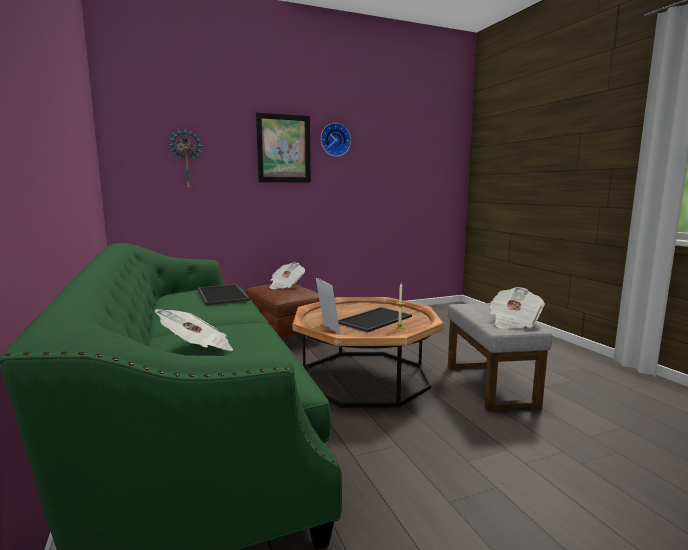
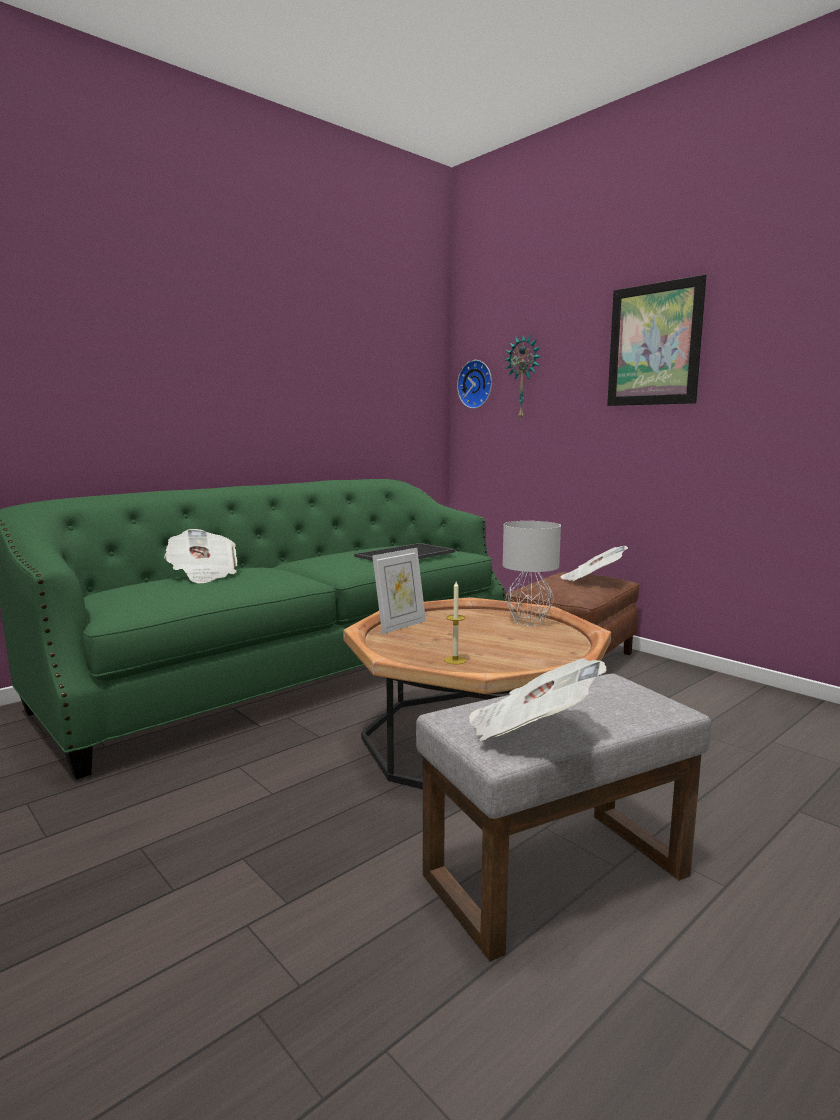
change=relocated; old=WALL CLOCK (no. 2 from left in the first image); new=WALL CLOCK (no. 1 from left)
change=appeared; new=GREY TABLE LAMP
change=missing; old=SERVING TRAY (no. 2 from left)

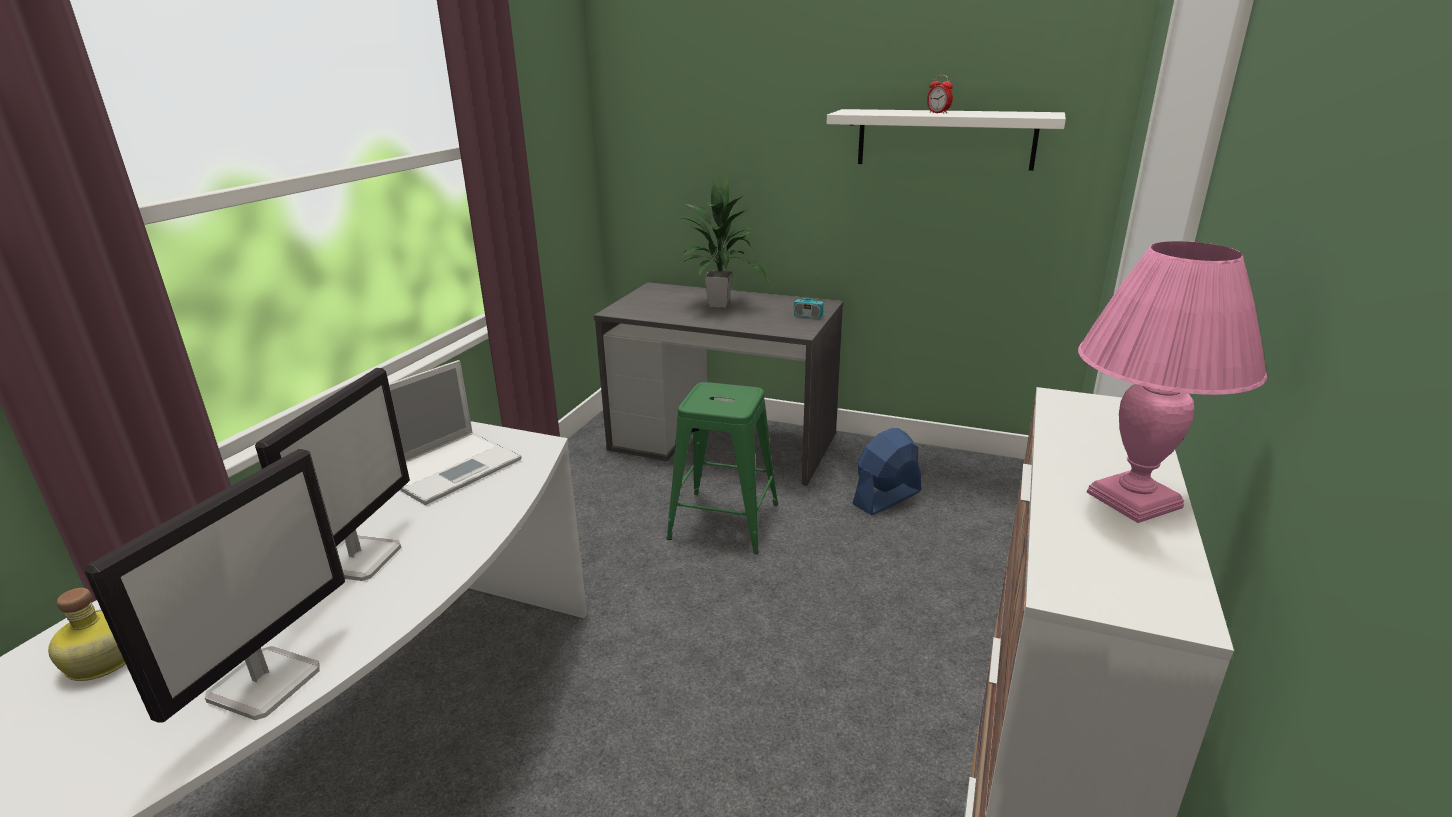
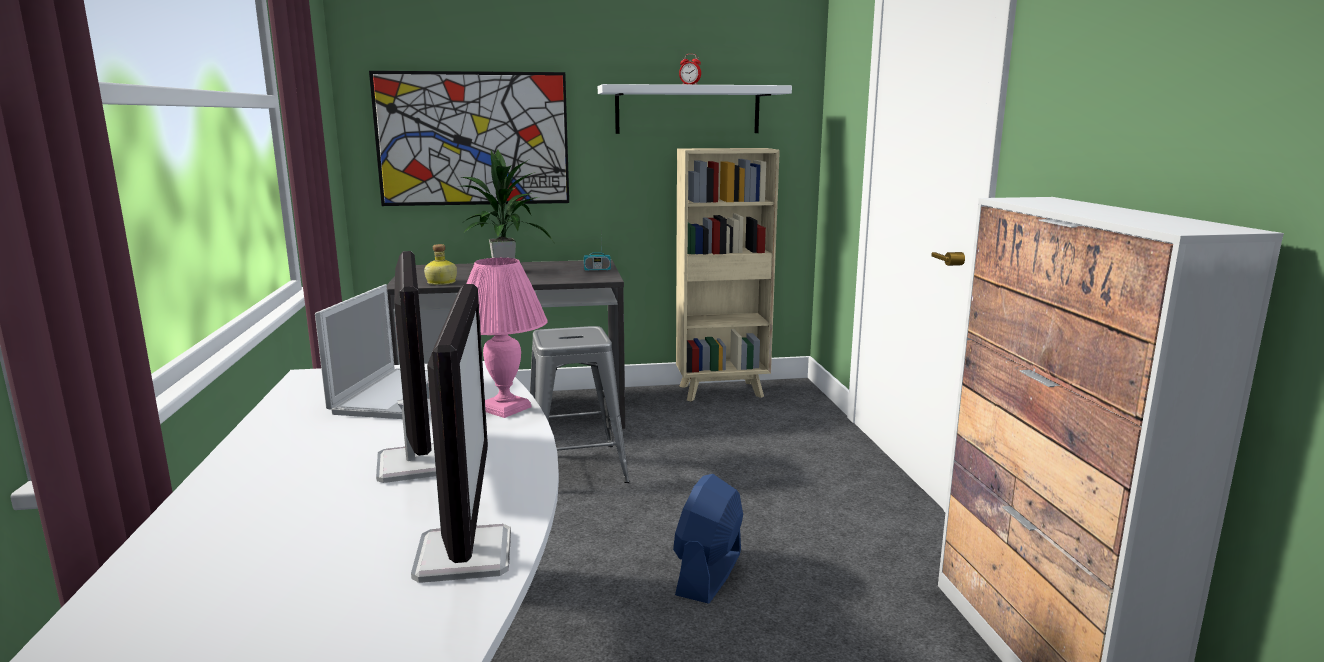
change=appeared; new=WALL ART
change=relocated; old=DRINK BOTTLE
change=relocated; old=PINKISH TABLE LAMP
change=colour; old=GREENISH SITTING STOOL; new=GREY SITTING STOOL
change=relocated; old=BLUE-COLOURED COOLING FAN
change=appeared; new=BEIGE BOOKSHELF

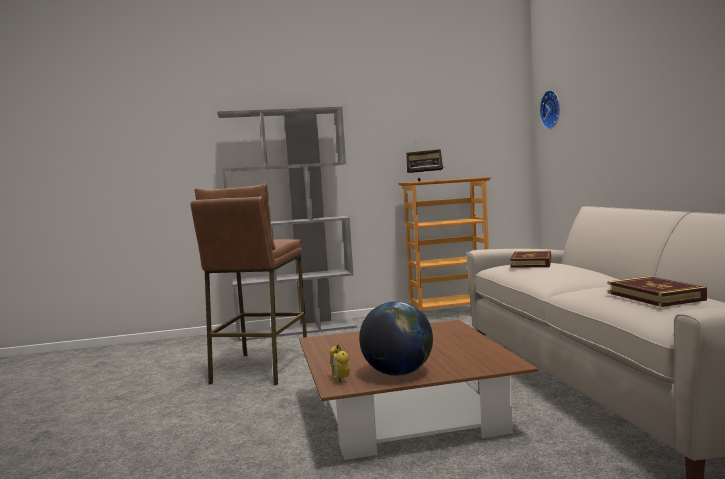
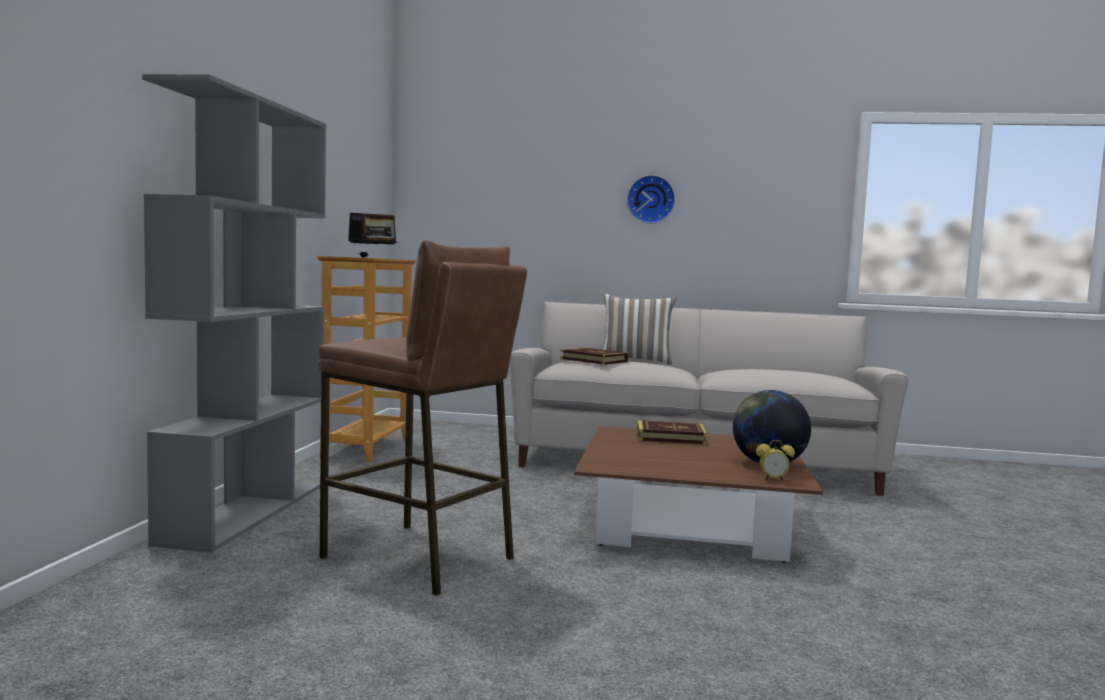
change=appeared; new=CUSHION
change=relocated; old=WALL CLOCK
change=relocated; old=BOOK (no. 2 from left)

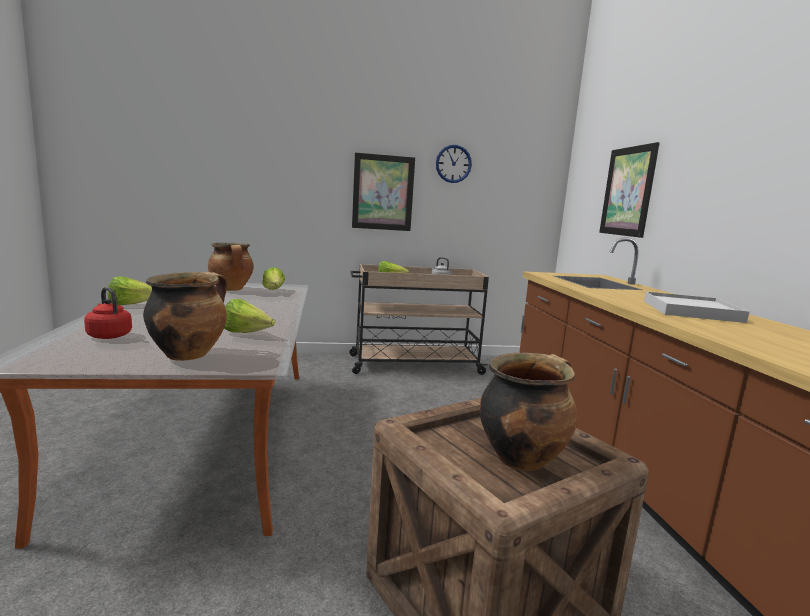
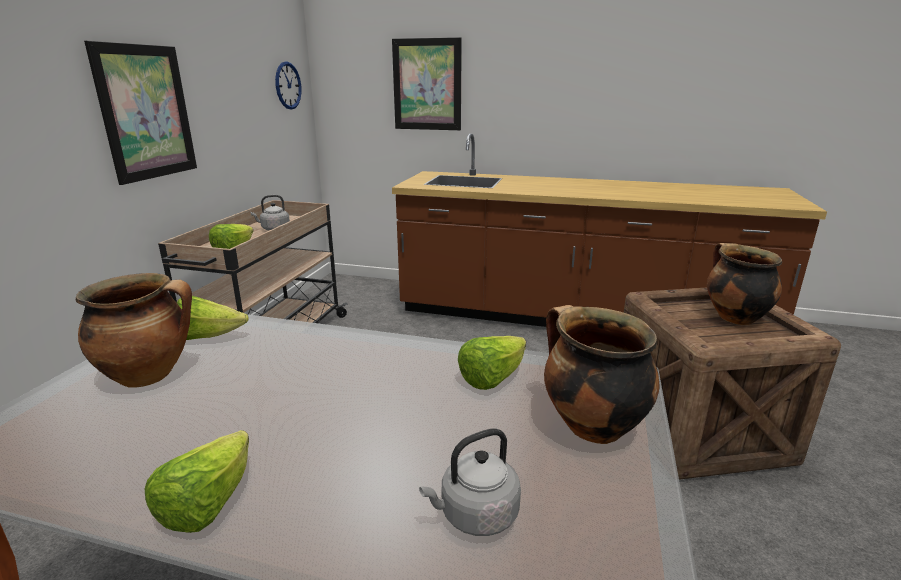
change=relocated; old=WALL CLOCK
change=colour; old=RED TEA KETTLE; new=GREY TEA KETTLE (no. 2 from left)
change=missing; old=WHITE SERVING TRAY

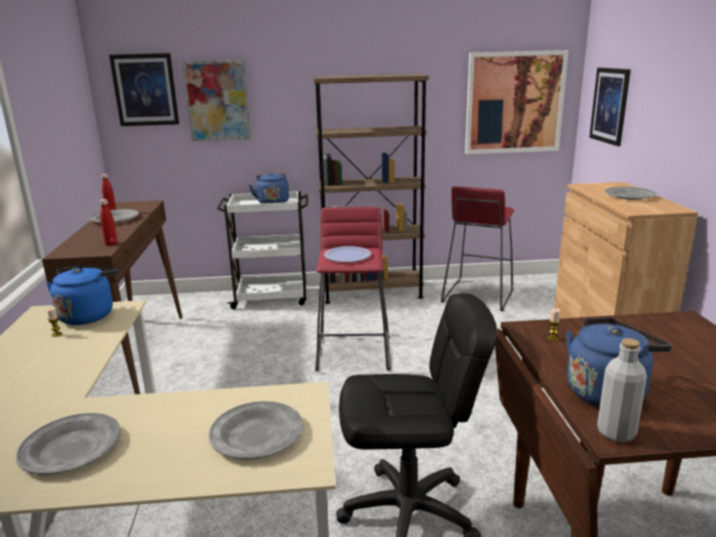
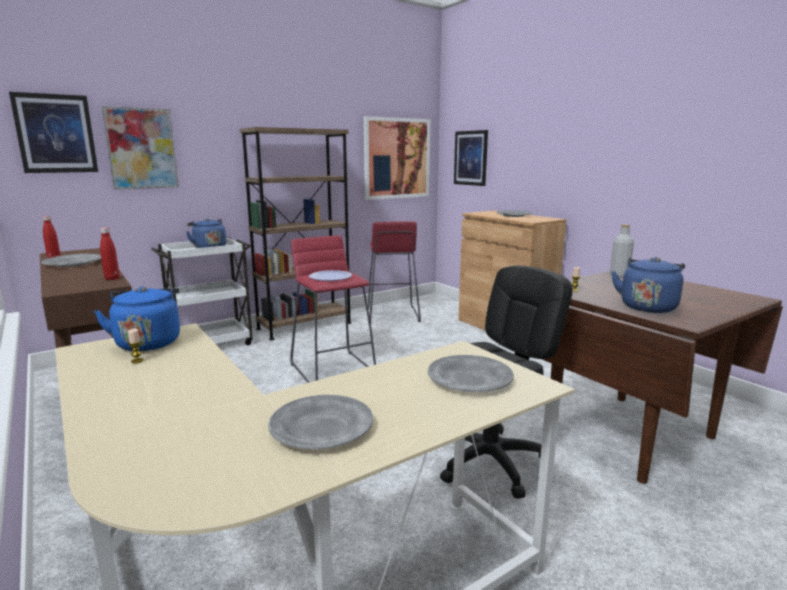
change=relocated; old=GREY DRINK BOTTLE

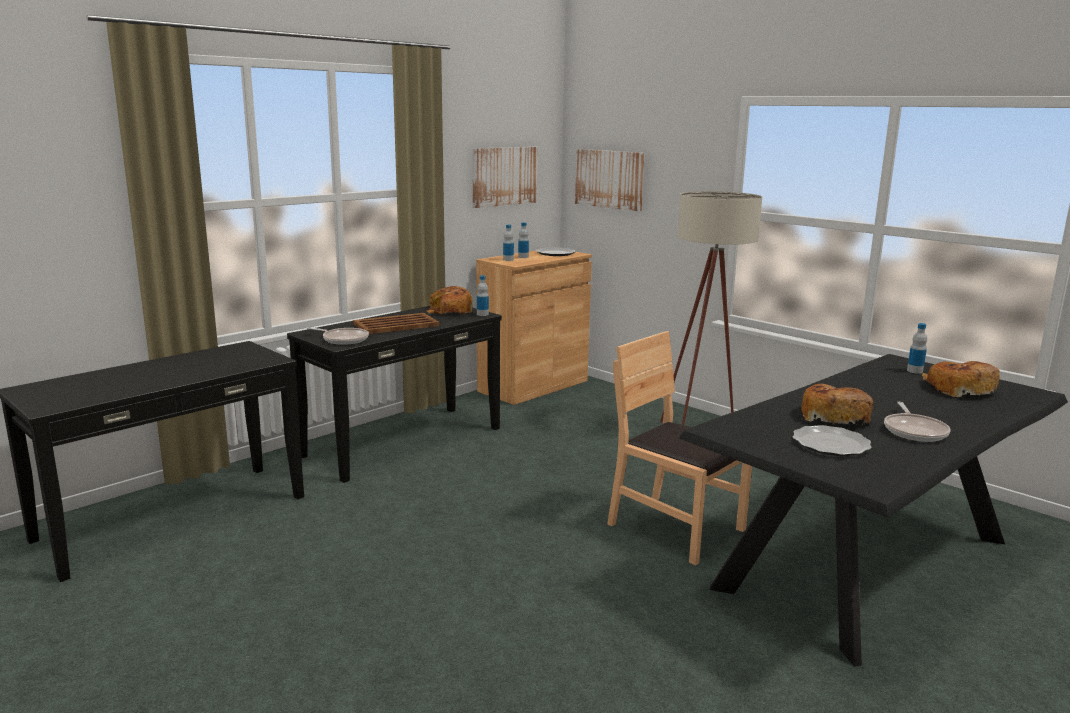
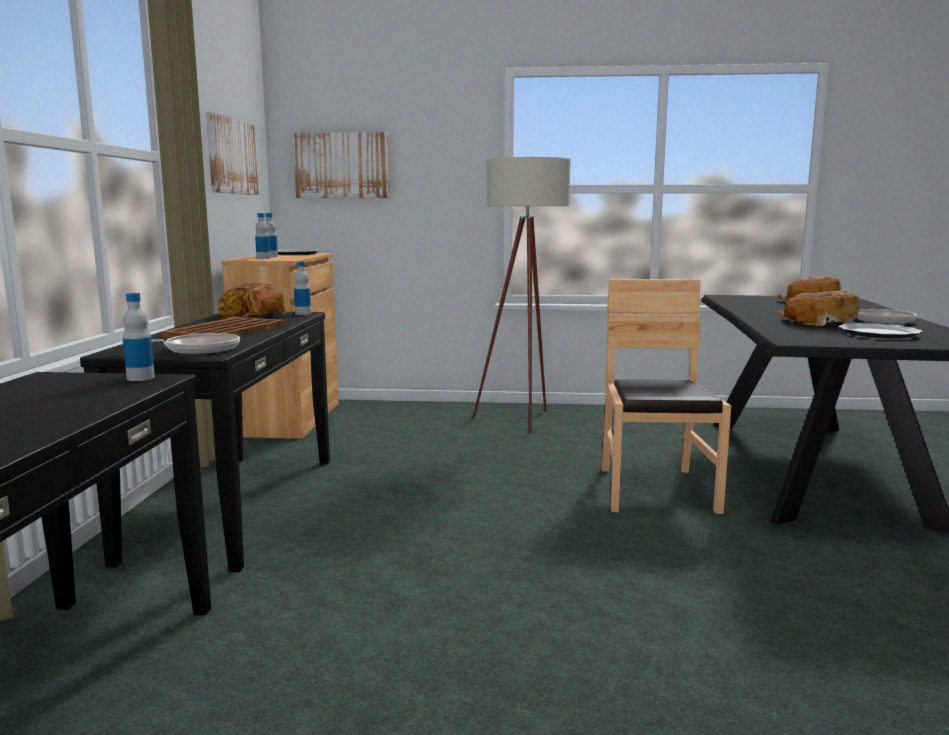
change=relocated; old=DRINK BOTTLE (no. 4 from left in the first image); new=DRINK BOTTLE (no. 1 from left)
change=spun; old=BROWN UPRIGHT CHAIR; degrees=90

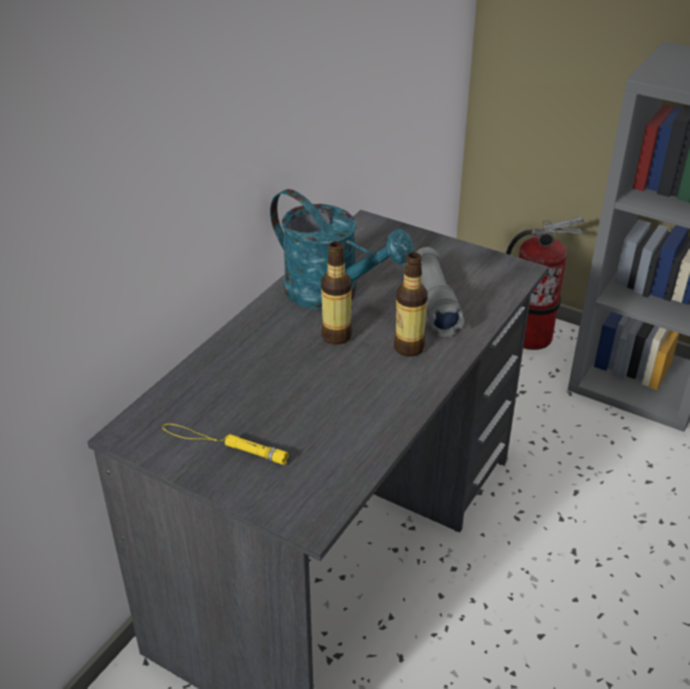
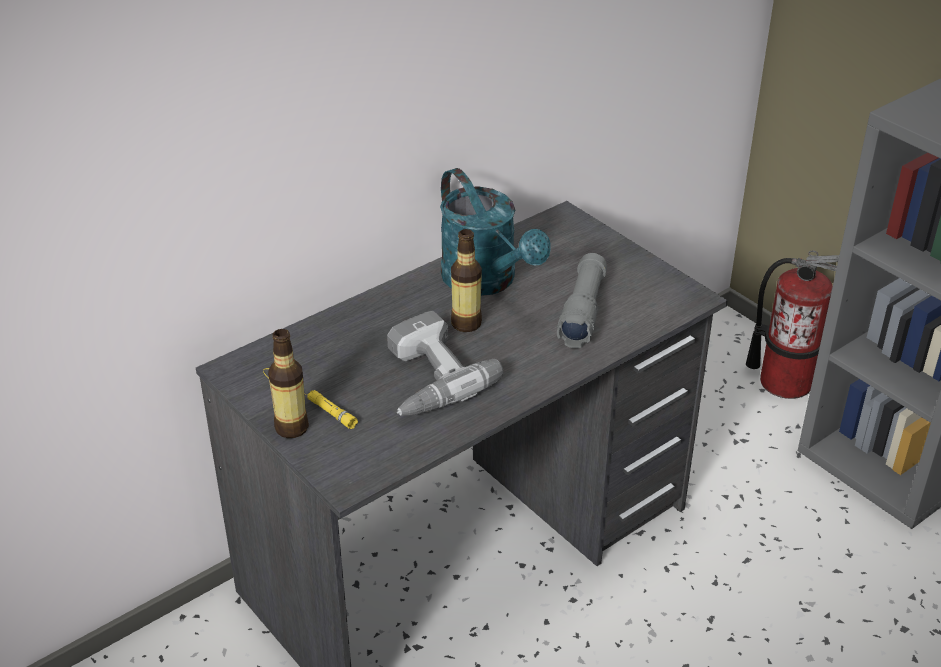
change=relocated; old=DRINK BOTTLE (no. 2 from left in the first image); new=DRINK BOTTLE (no. 1 from left)
change=appeared; new=DRILL

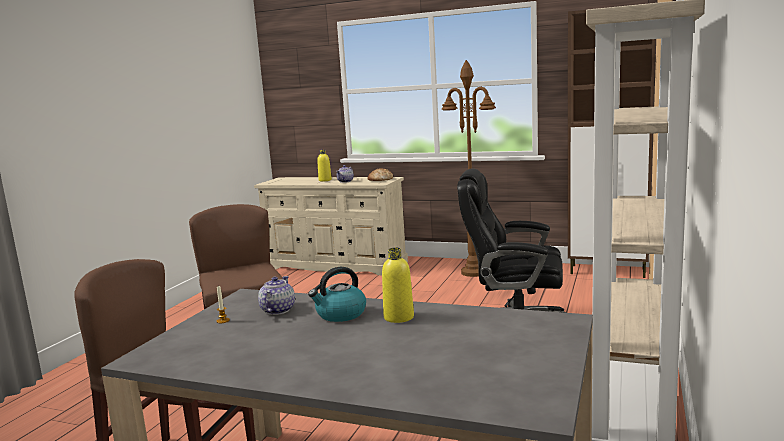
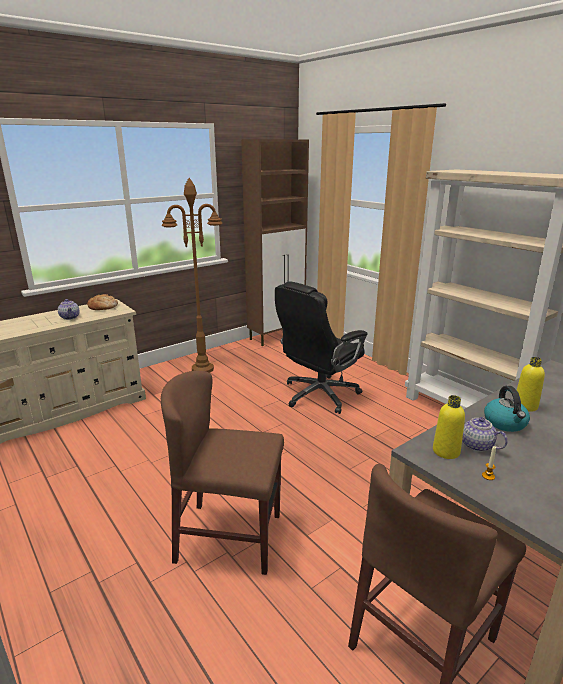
change=relocated; old=YELLOW-COLOURED DRINK BOTTLE (no. 1 from left)

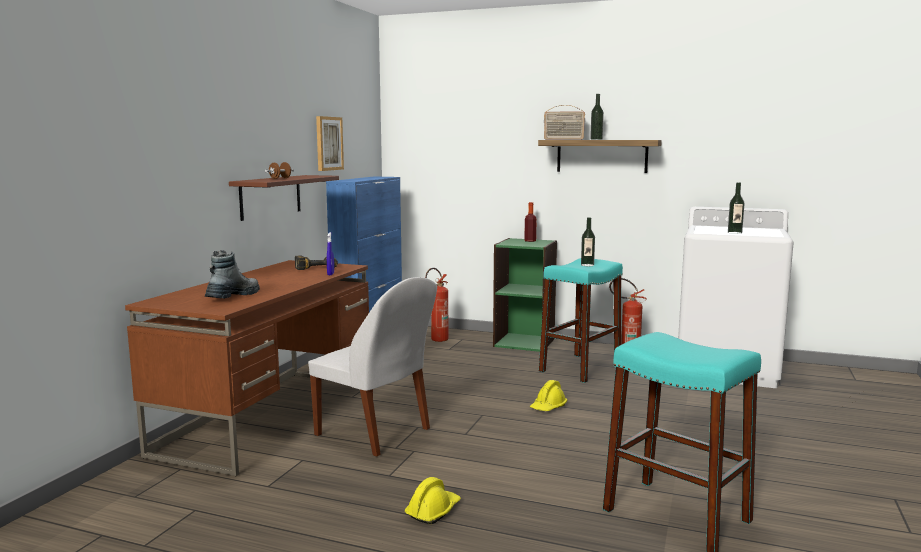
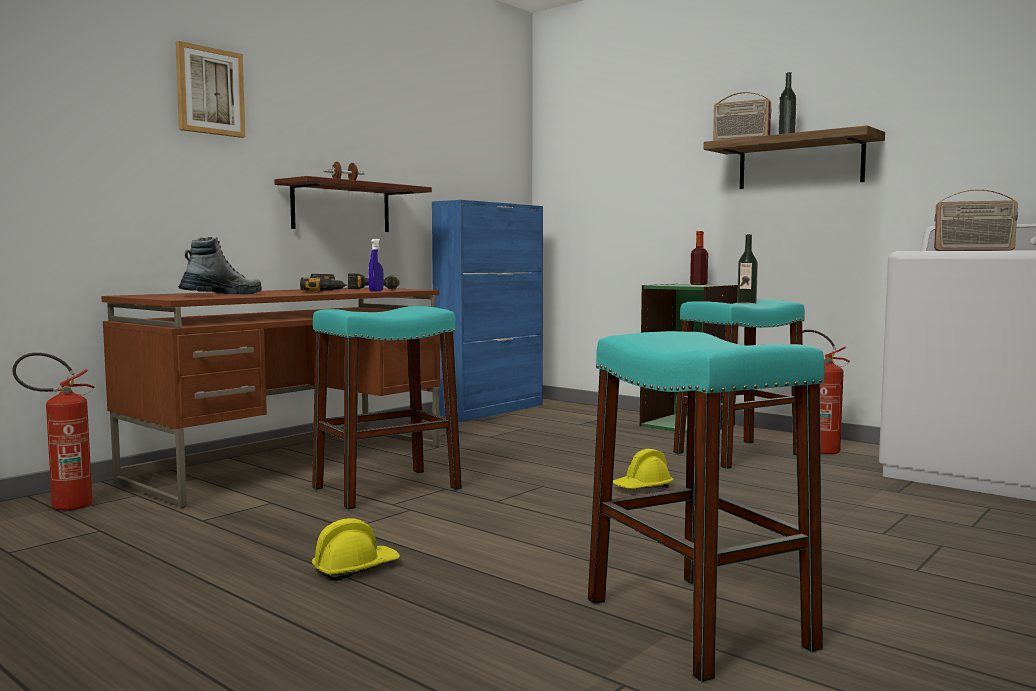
change=relocated; old=EXTINGUISHER (no. 1 from left)
change=relocated; old=WALL ART
change=appeared; new=DRILL (no. 1 from left)
change=exchanged; old=WHITE UPRIGHT CHAIR; new=BLUE-GREEN SITTING STOOL (no. 1 from left)
change=exchanged; old=DRINK BOTTLE (no. 4 from left); new=RADIO SET (no. 2 from left)

